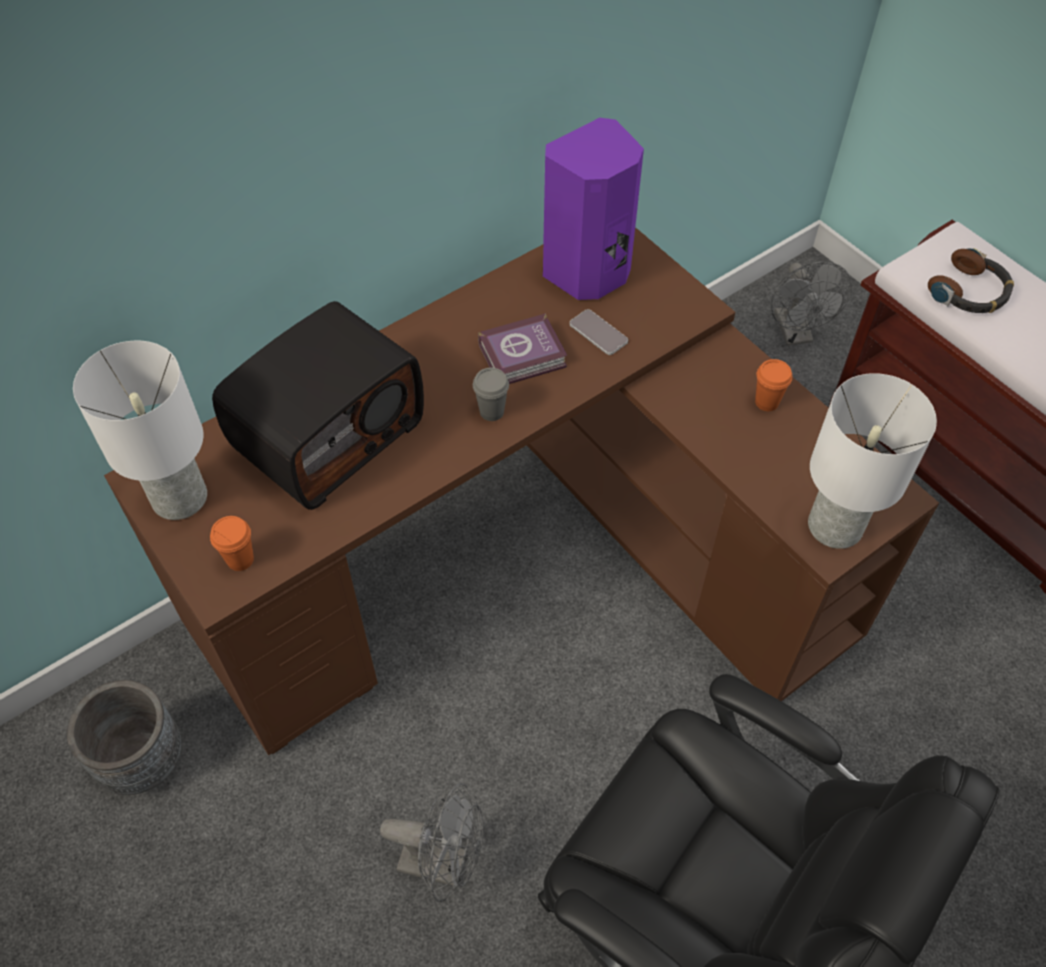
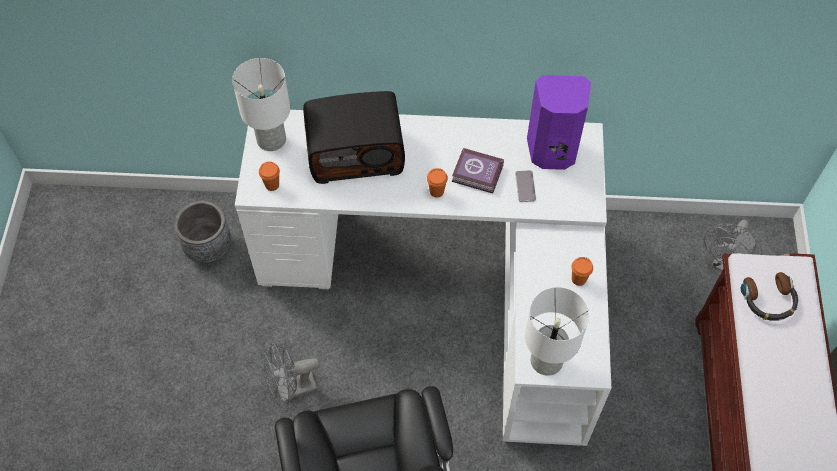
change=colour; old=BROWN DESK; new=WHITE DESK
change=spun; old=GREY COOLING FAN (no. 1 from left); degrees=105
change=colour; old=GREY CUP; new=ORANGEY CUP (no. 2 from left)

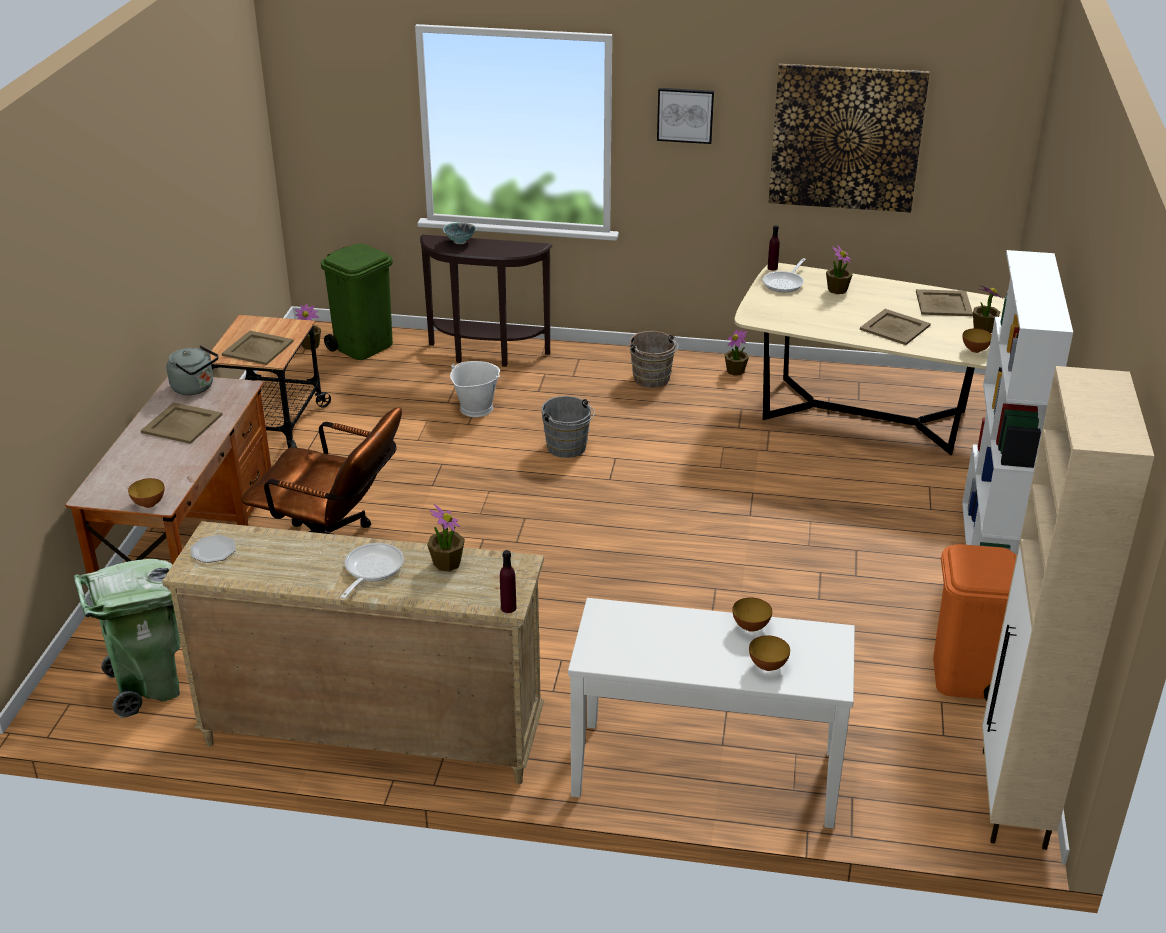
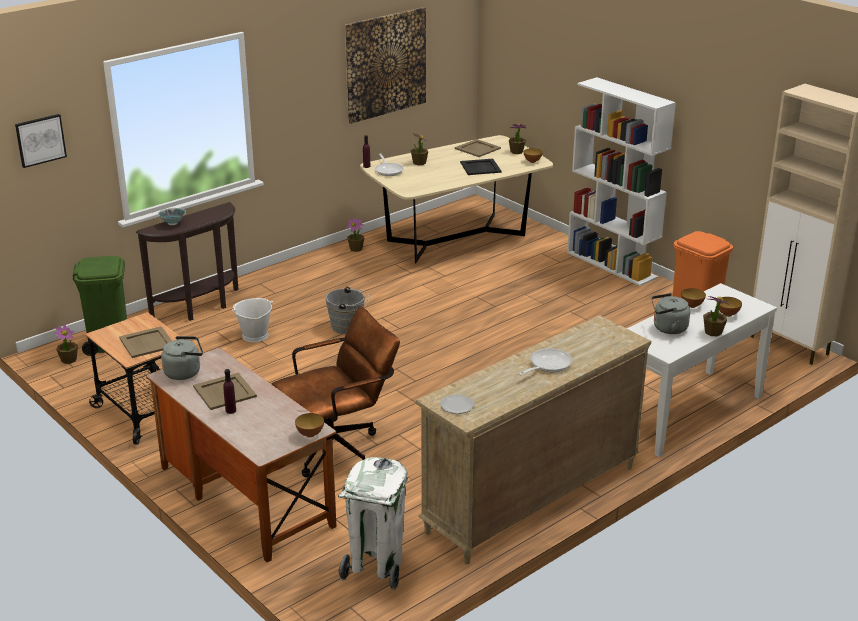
change=relocated; old=WALL ART (no. 1 from left)
change=relocated; old=PURPLE DRINK BOTTLE (no. 1 from left)
change=colour; old=GREENISH WASTE BIN (no. 1 from left); new=WHITE WASTE BIN
change=colour; old=BEIGE SERVING TRAY (no. 3 from left); new=BLACK-COLOURED SERVING TRAY
change=spun; old=SKILLET (no. 1 from left in the first image); degrees=75
change=appeared; new=GREY TEA KETTLE (no. 2 from left)
change=relocated; old=PLANT IN A POT (no. 2 from left in the first image); new=PLANT IN A POT (no. 5 from left)
change=missing; old=BROWN BUCKET

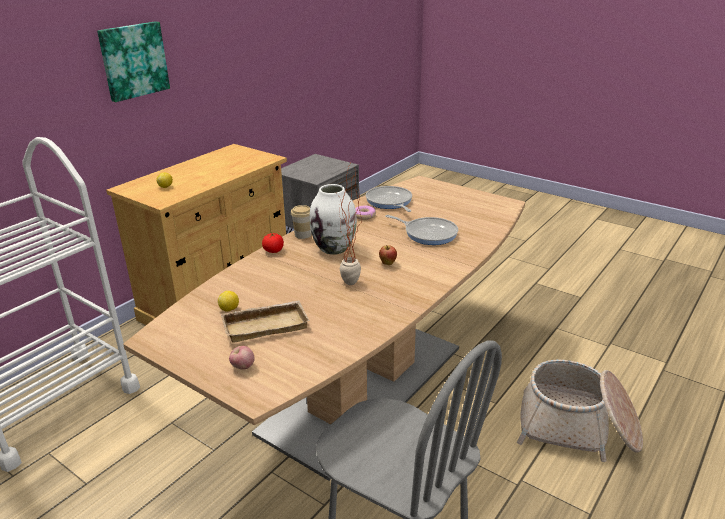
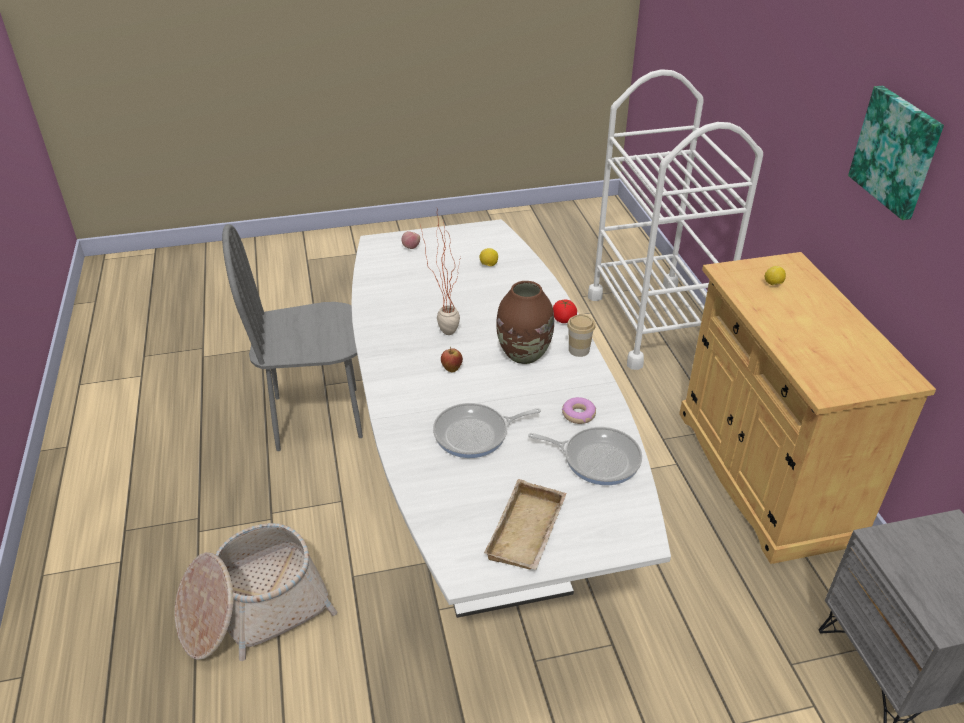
change=colour; old=BROWN DINING TABLE; new=WHITE DINING TABLE
change=relocated; old=BEIGE SERVING TRAY
change=colour; old=WHITE VASE; new=BROWN VASE

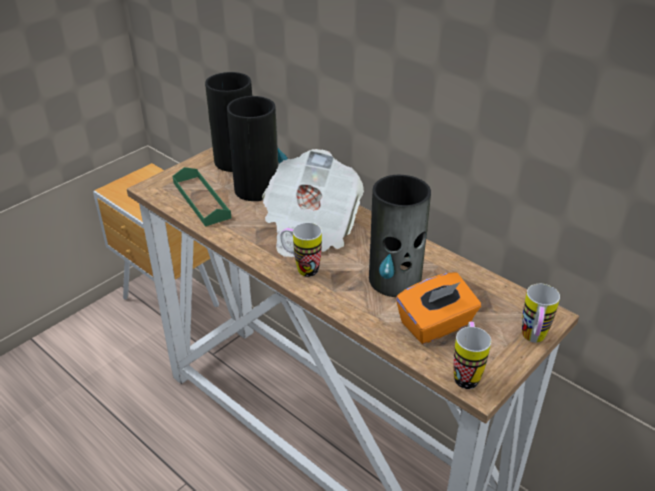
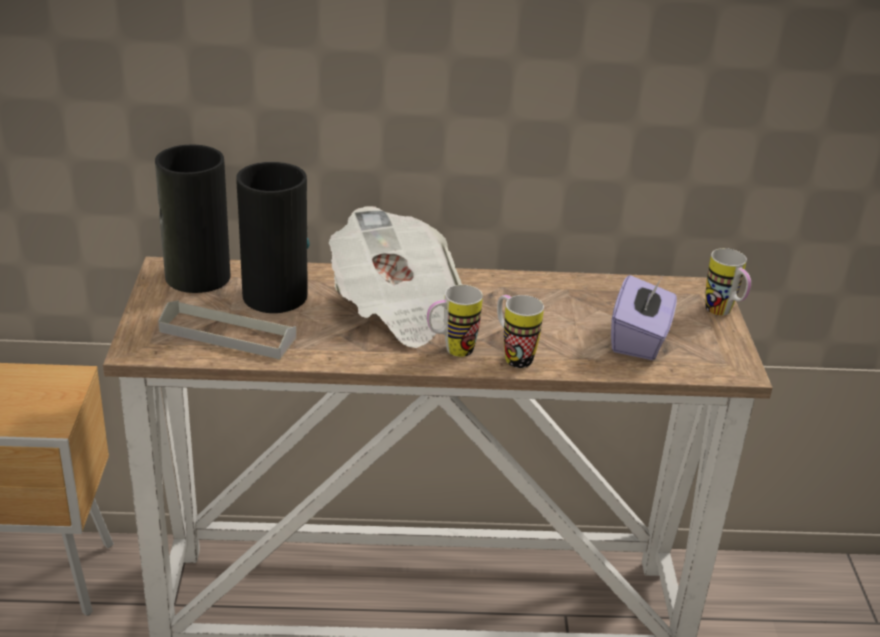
change=colour; old=GREENISH SERVING TRAY; new=GREY SERVING TRAY
change=relocated; old=COFFEE MUG (no. 2 from left)
change=colour; old=ORANGEY BOX OF TISSUES; new=PURPLE BOX OF TISSUES
change=missing; old=VASE (no. 3 from left)

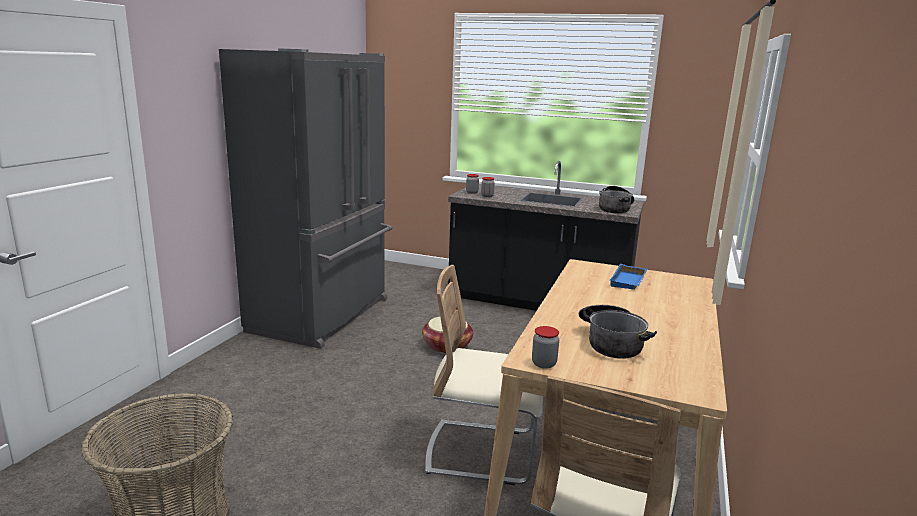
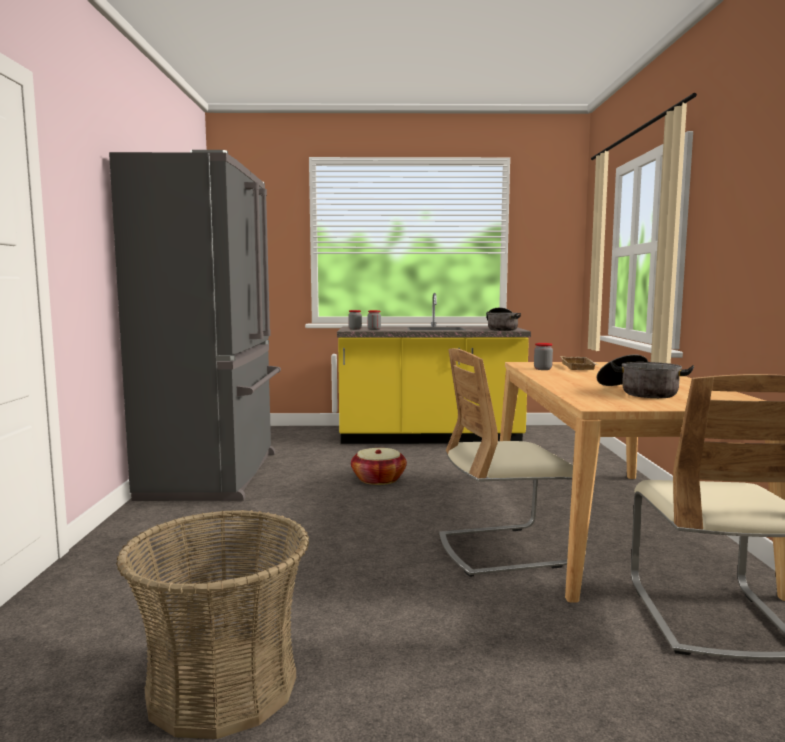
change=colour; old=BLACK-COLOURED KITCHEN BASE UNIT; new=YELLOW-COLOURED KITCHEN BASE UNIT
change=relocated; old=JAR (no. 3 from left)
change=colour; old=BLUE-COLOURED SERVING TRAY; new=BEIGE SERVING TRAY

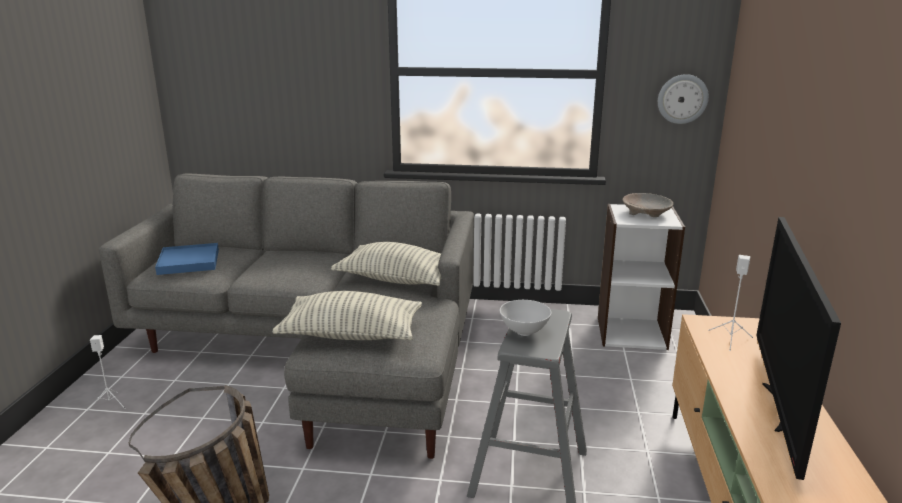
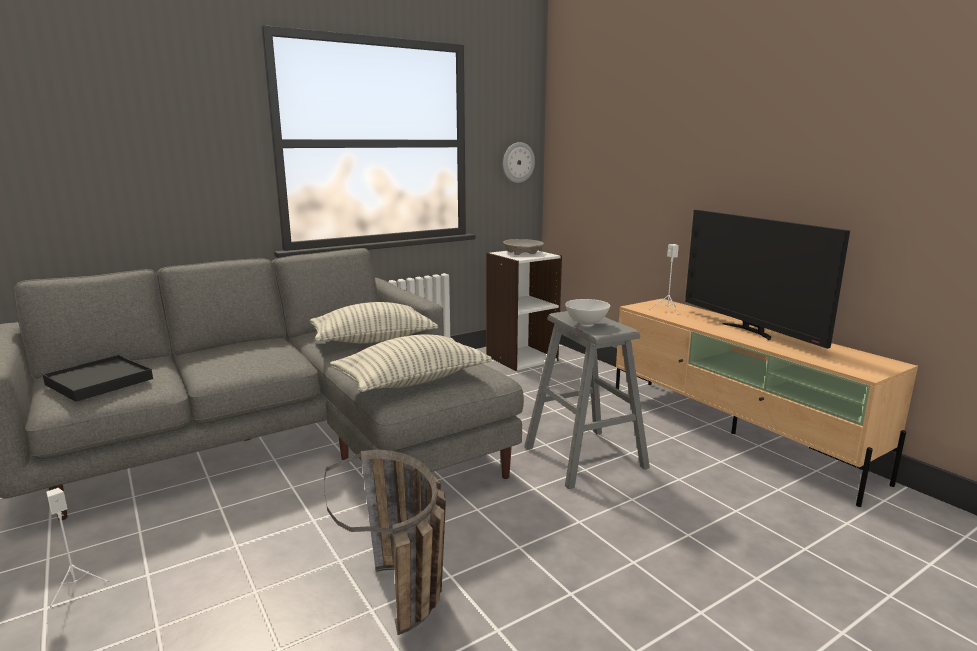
change=colour; old=BLUE-COLOURED SERVING TRAY; new=BLACK-COLOURED SERVING TRAY

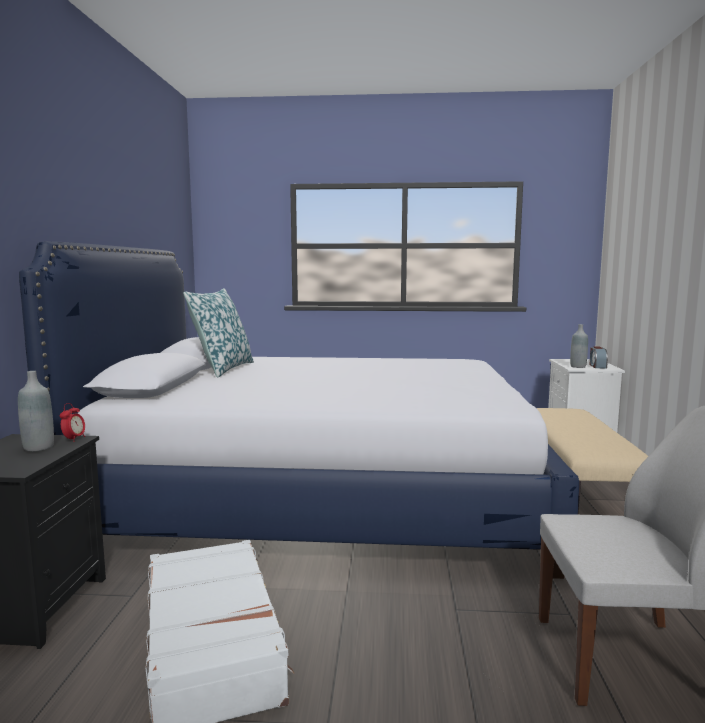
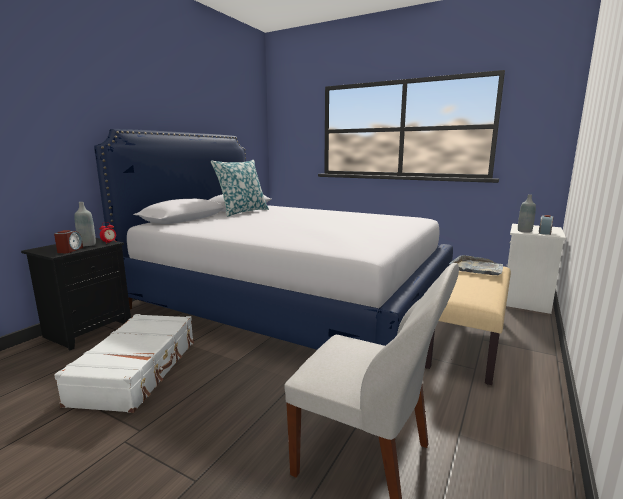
change=appeared; new=TABLE CLOCK (no. 1 from left)
change=appeared; new=GREY SERVING TRAY

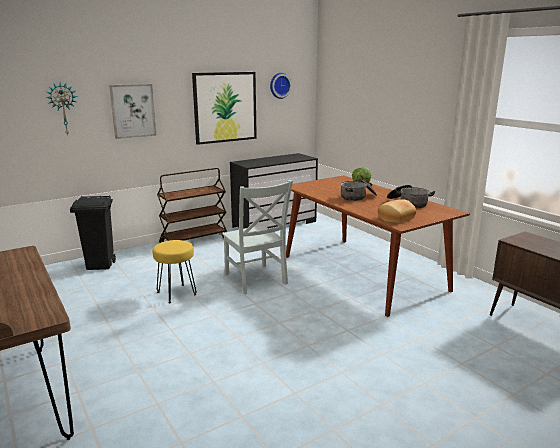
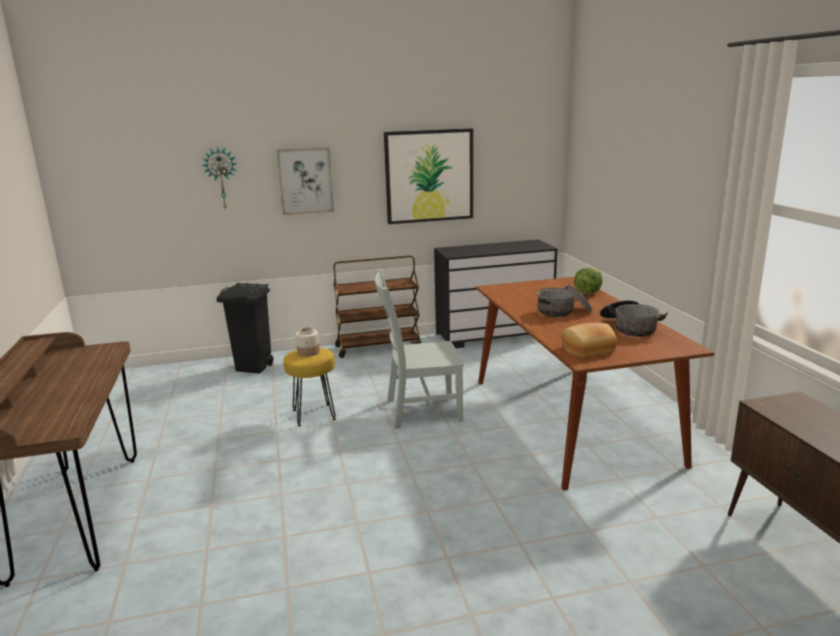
change=appeared; new=JAR
change=spun; old=GREY UPRIGHT CHAIR; degrees=90
change=missing; old=WALL CLOCK (no. 2 from left)

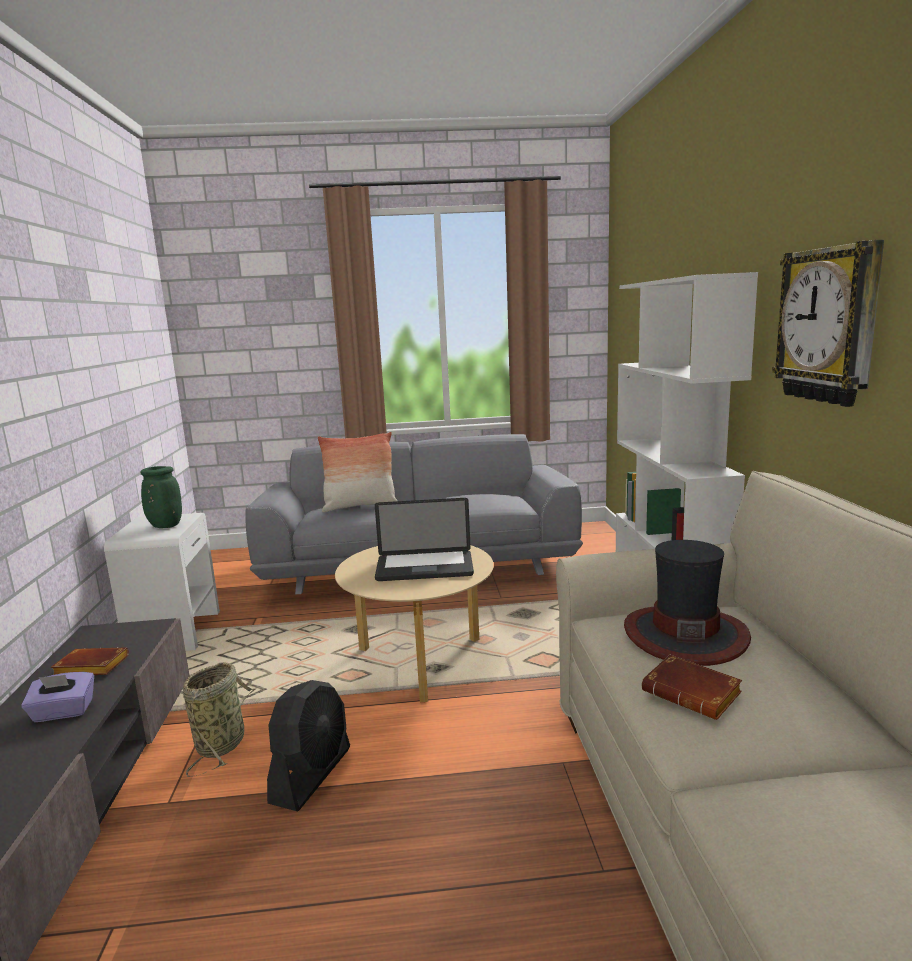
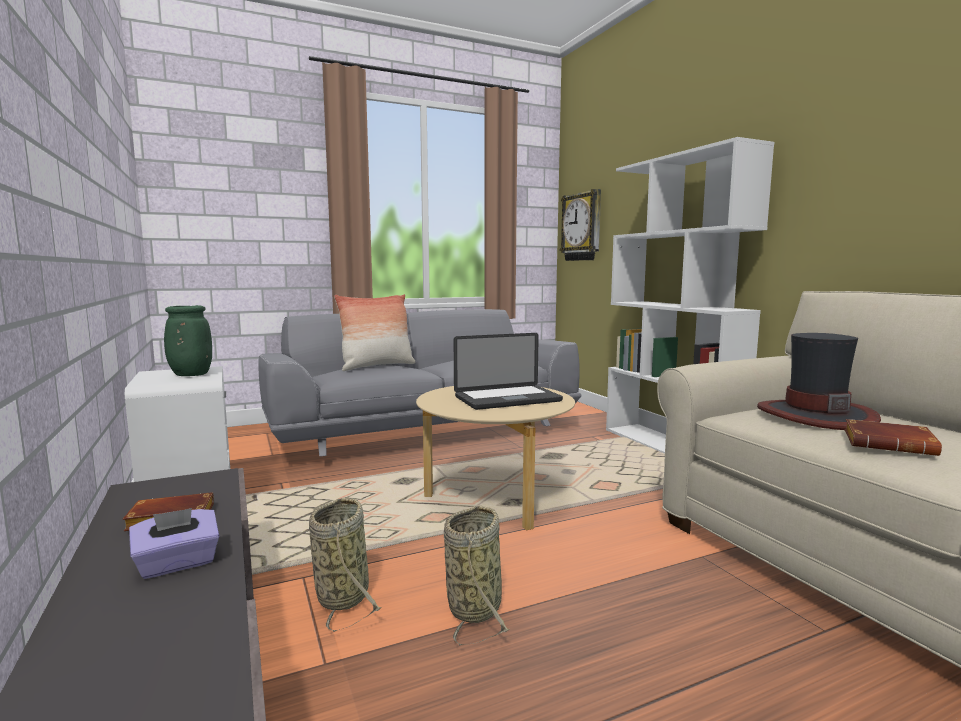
change=exchanged; old=BLACK-COLOURED COOLING FAN; new=HOUSEHOLD BASKET (no. 2 from left)
change=relocated; old=WALL CLOCK

